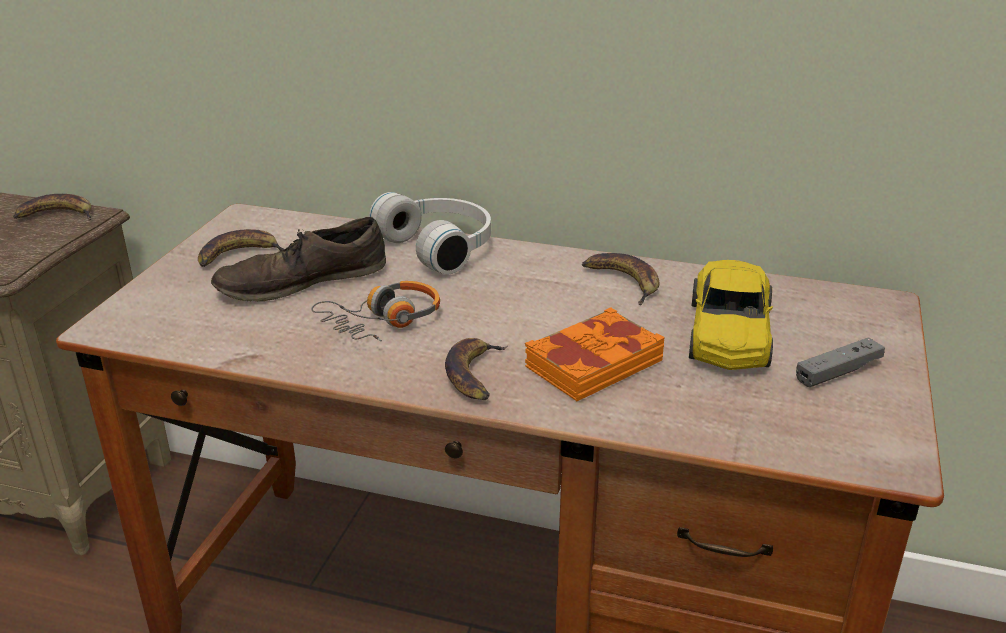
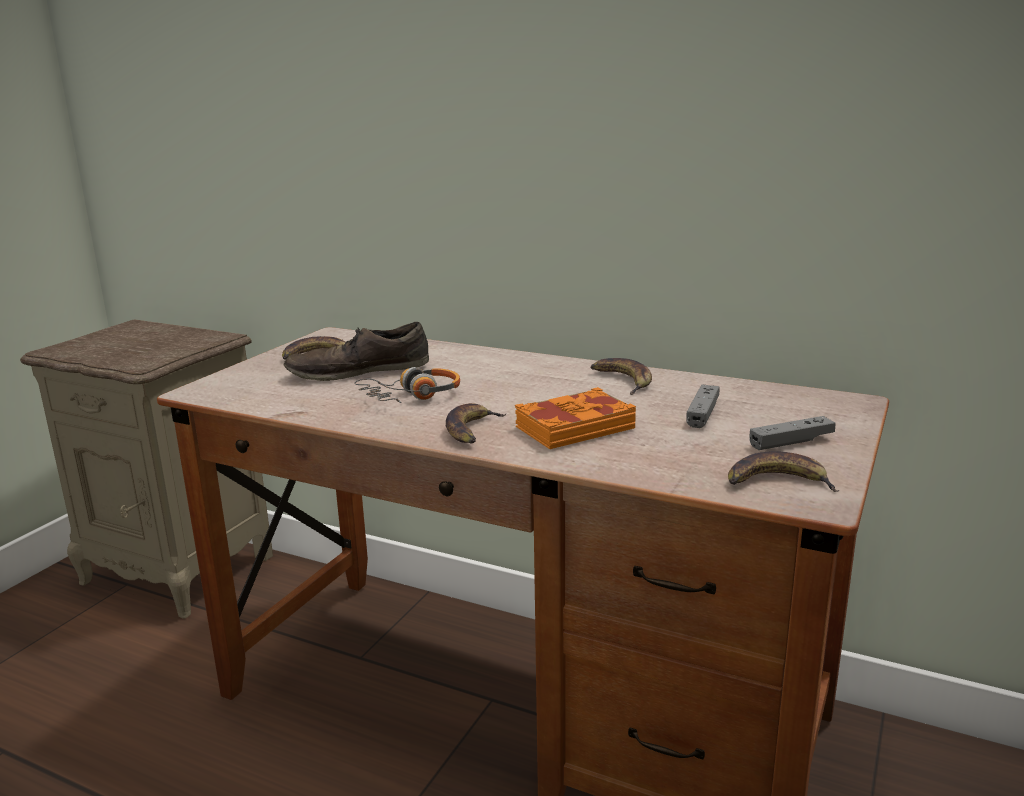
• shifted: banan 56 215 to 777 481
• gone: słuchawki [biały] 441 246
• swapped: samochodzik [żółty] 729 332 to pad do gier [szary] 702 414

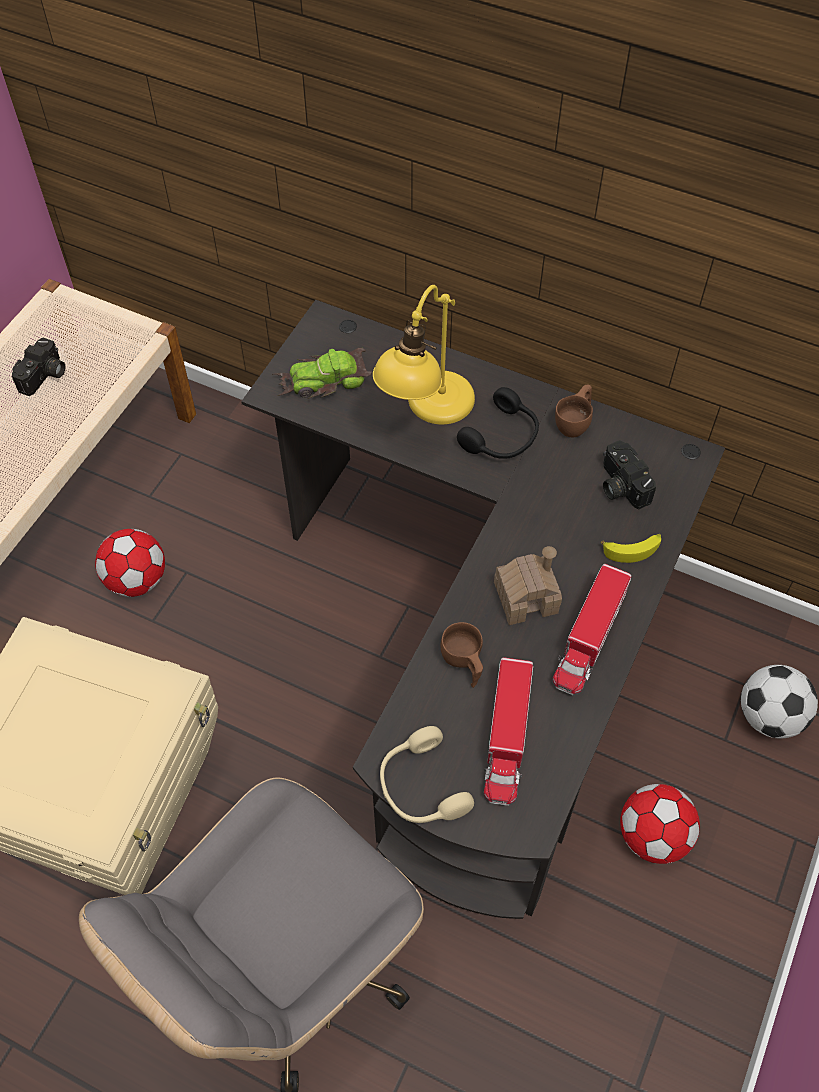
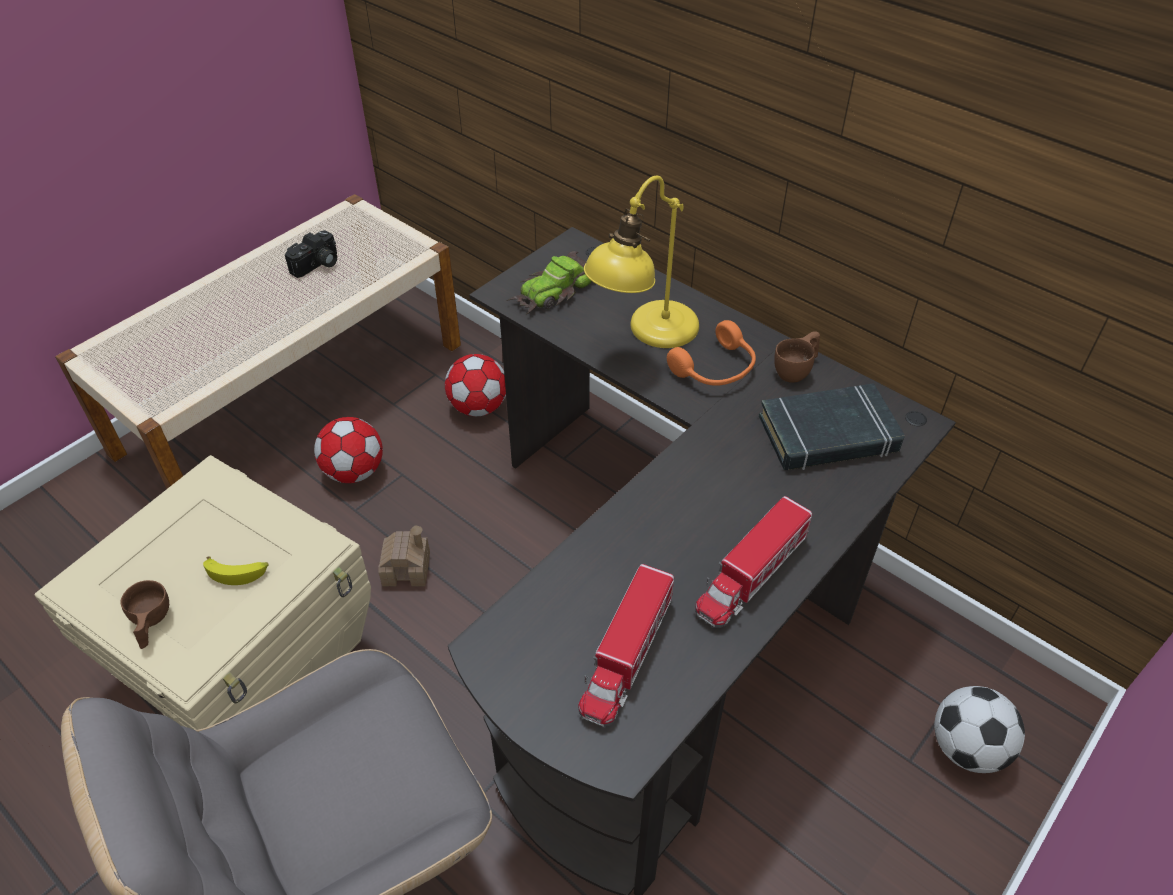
• rotated: samochodzik 323 381 = 554 291 45 degrees counterclockwise
• gone: słuchawki [beżowy] 420 786
• shifted: filiżanka [brązowy] 463 663 to 151 624
• repainted: słuchawki [czarny] 502 437 to słuchawki [pomarańczowy] 716 369
• shifted: domek 526 598 to 406 569
• shifted: banan 632 549 to 238 572
• swapped: aparat fotograficzny 620 485 to książka [czarny] 828 435
• shifted: piłka futbolowa 652 836 to 478 407

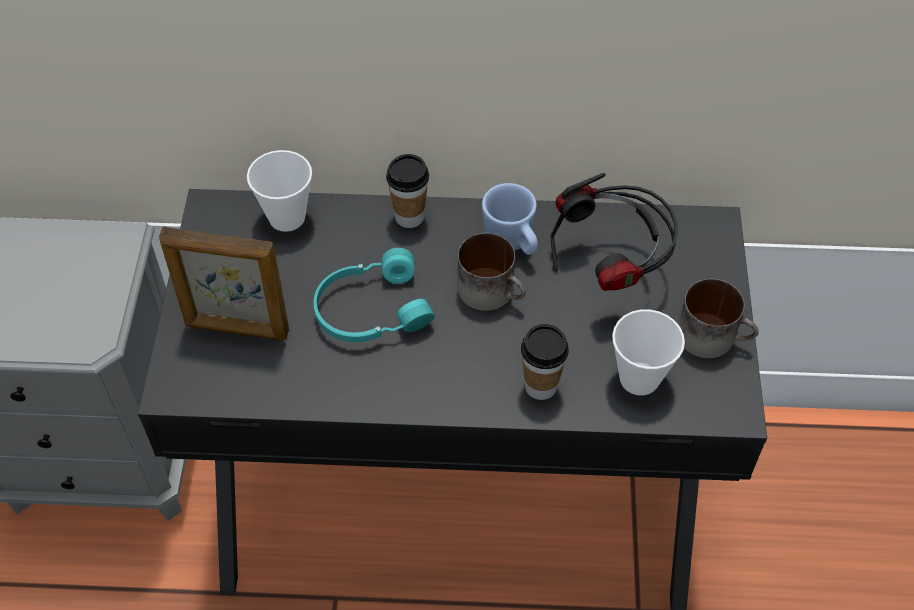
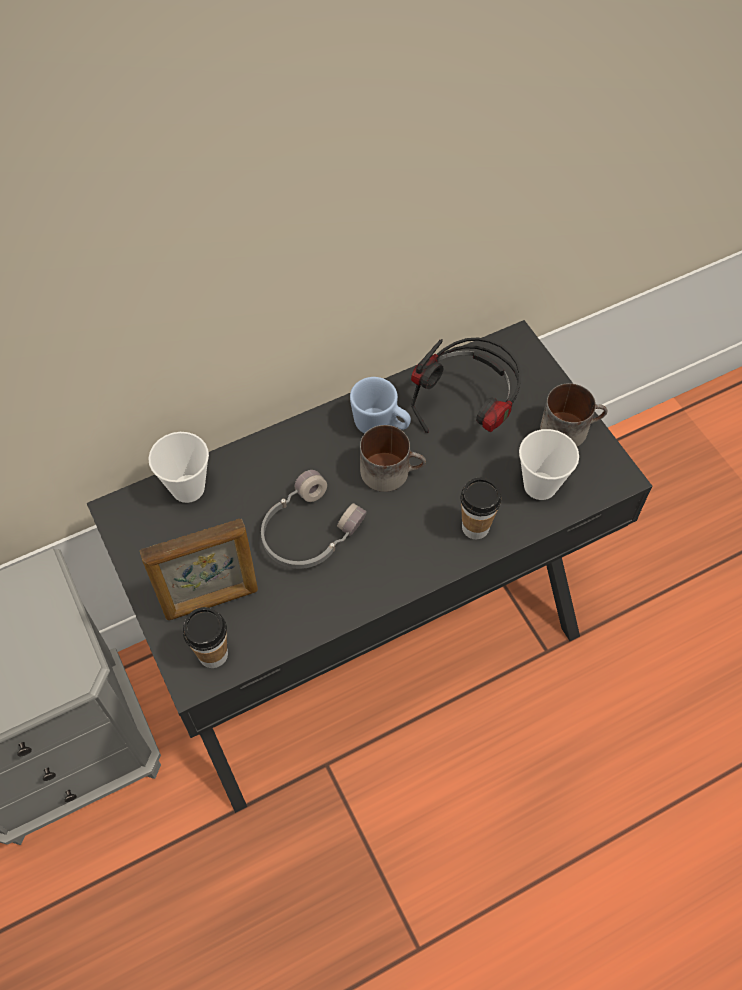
• repainted: słuchawki [turkusowy] 370 309 to słuchawki [szary] 308 531
• shifted: filiżanka 409 217 to 213 654

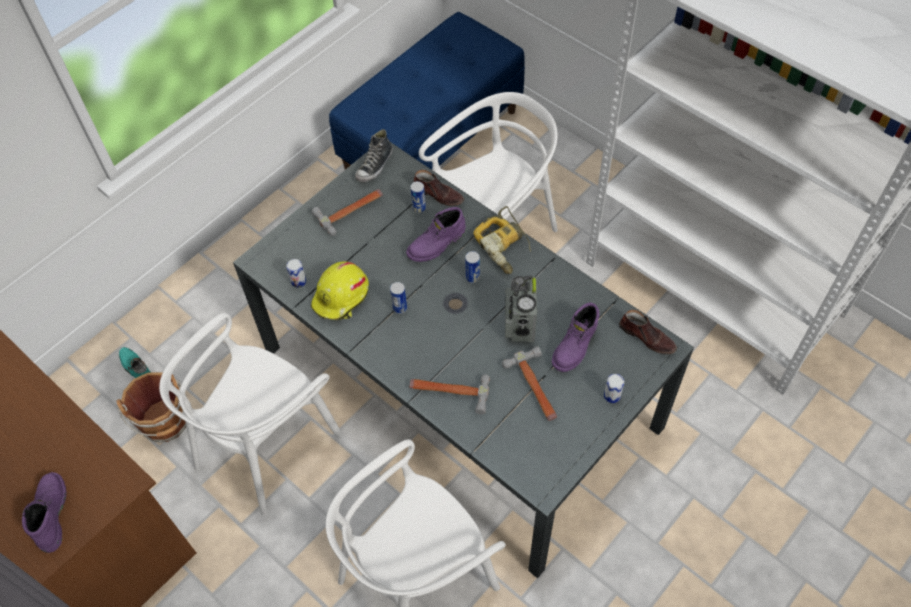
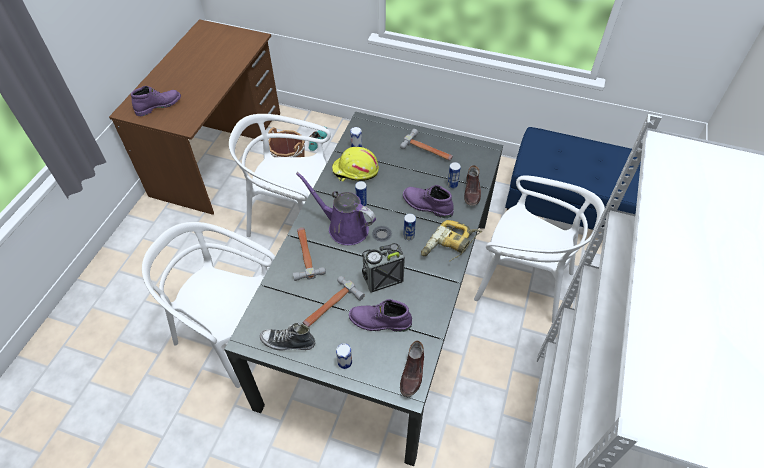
• shifted: but 375 166 to 288 342
• new: konewka [fioletowy] 344 227

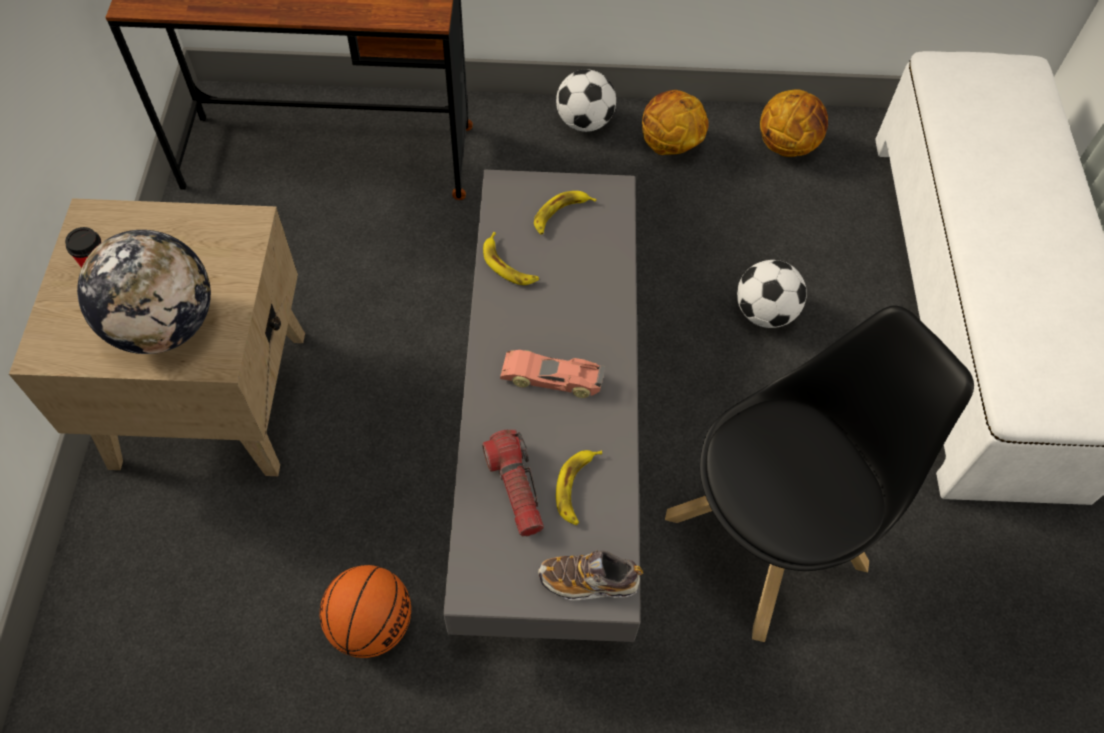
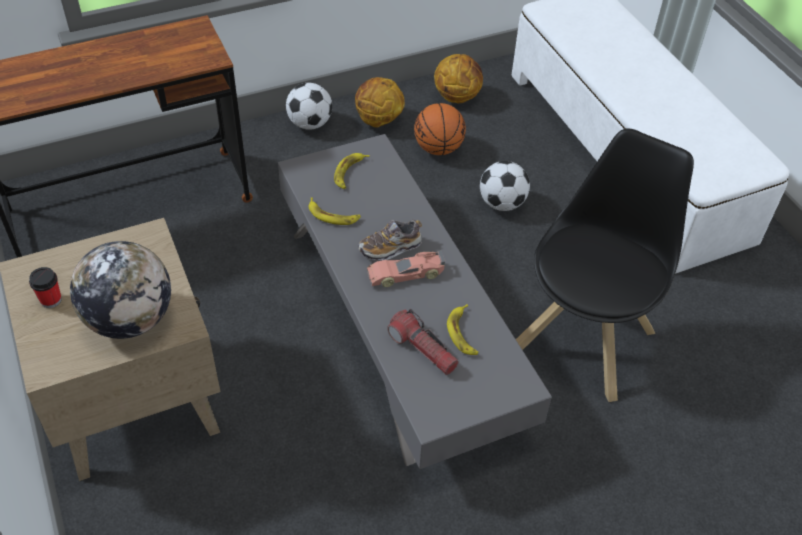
• shifted: piłka do koszykówki 371 624 to 438 148
• shifted: but 589 581 to 390 248

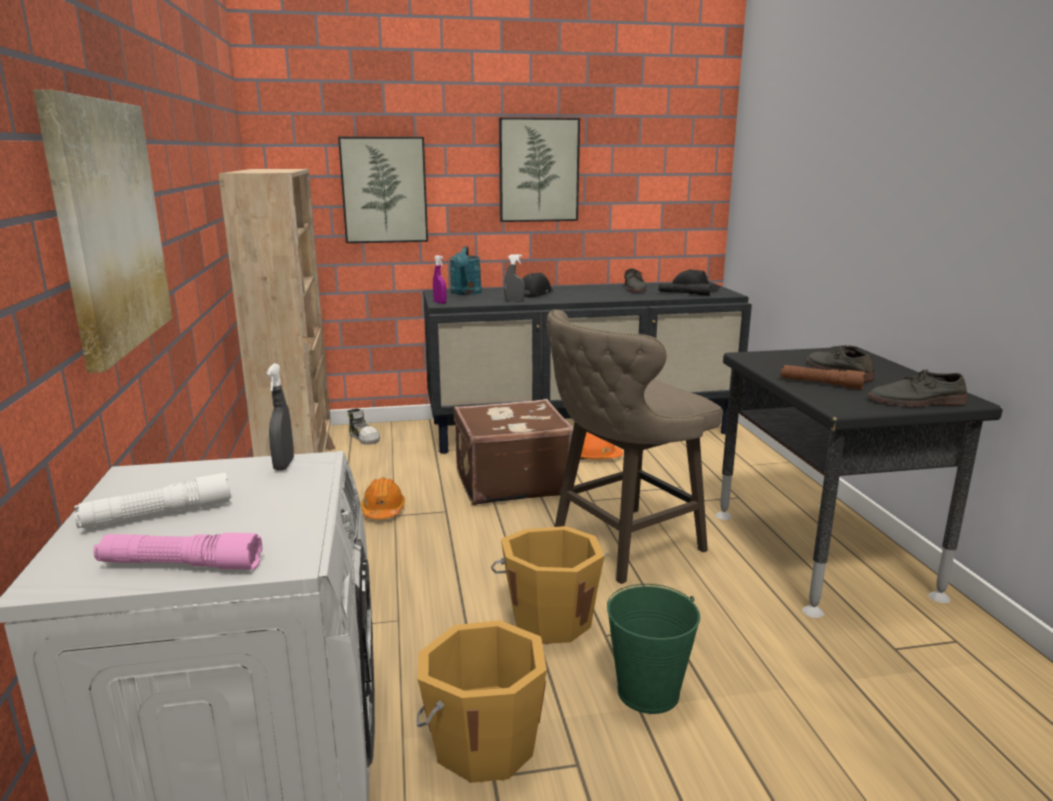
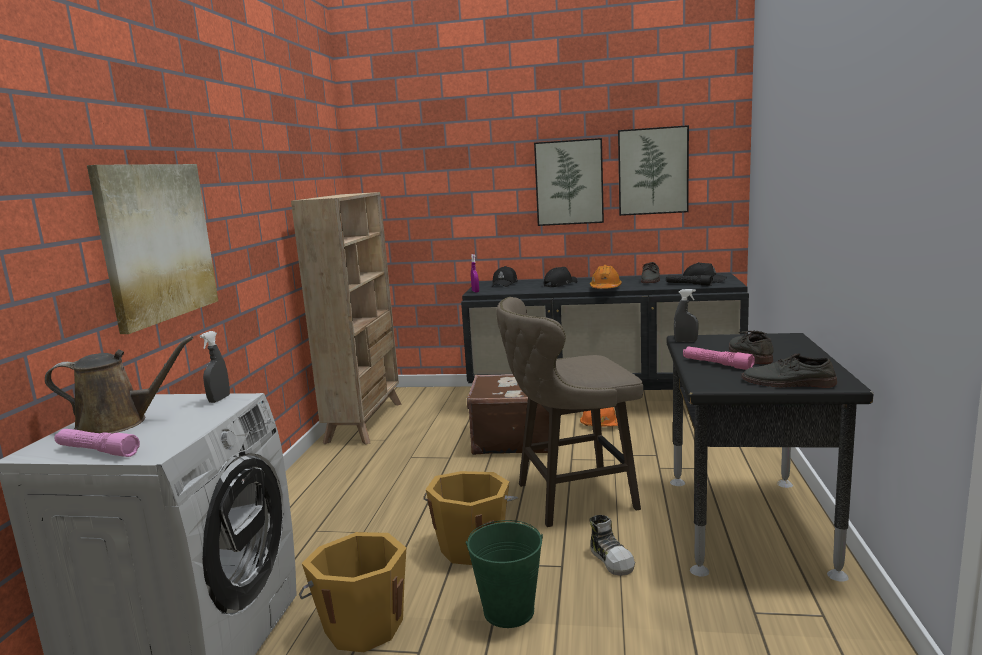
• swapped: latarka [biały] 157 515 to konewka [brązowy] 119 423
• shifted: obraz 384 190 to 652 171
• shifted: but 364 437 to 611 559
• shifted: kask [pomarańczowy] 383 510 to 605 288
• swapped: konewka [turkusowy] 465 293 to czapka z daszkiem [czarny] 505 284
• shifted: spryskiwacz [szary] 514 301 to 686 341
• repainted: latarka [brązowy] 820 384 to latarka [różowy] 717 364

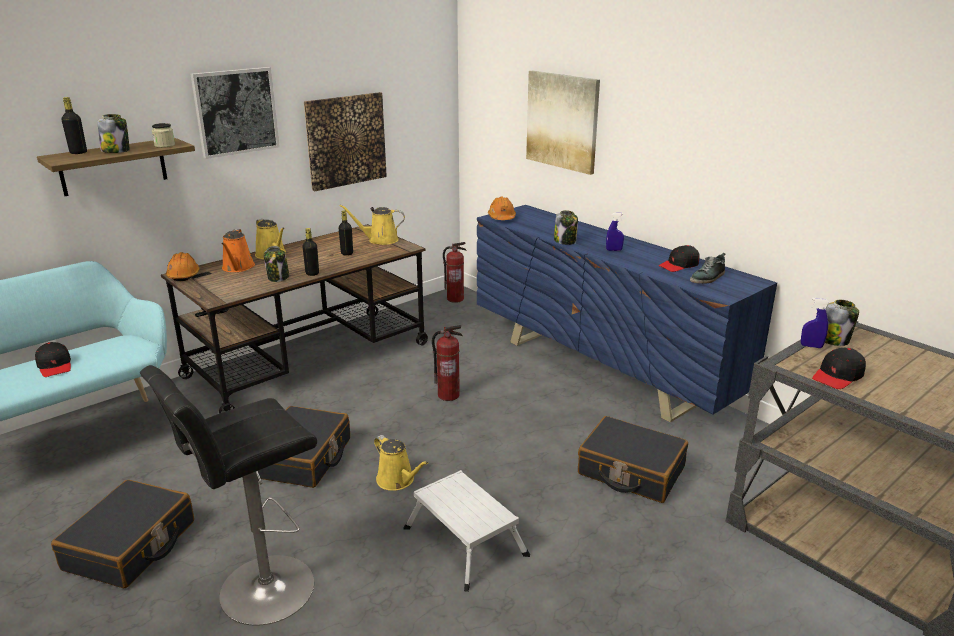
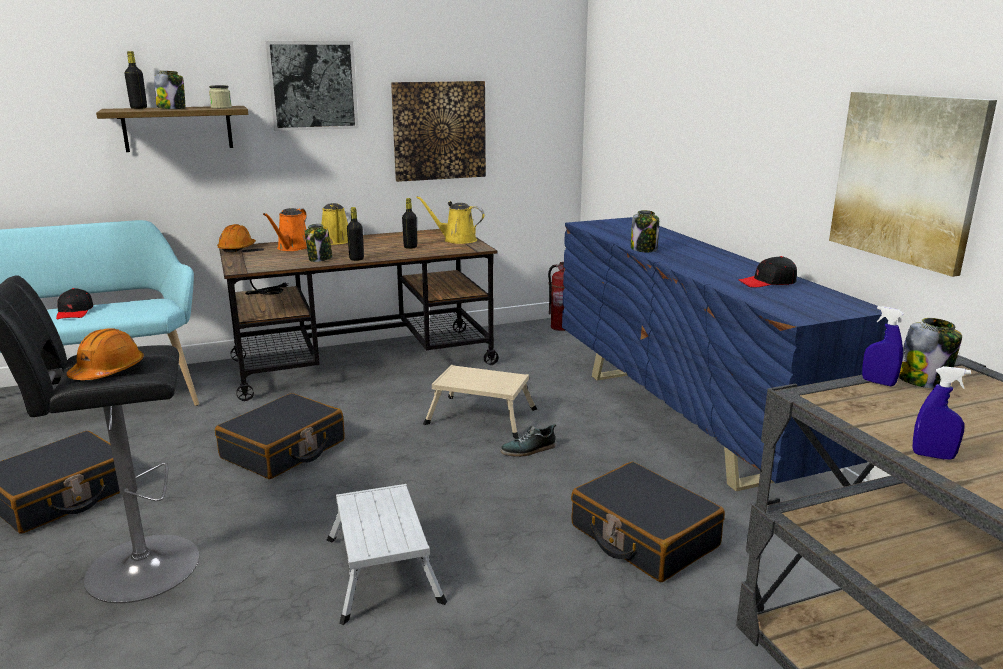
• gone: konewka [żółty] 397 480
• swapped: gaśnica 448 395 to drabinka [beżowy] 482 416
• shifted: kask [pomarańczowy] 501 218 to 108 371
• shifted: obraz 562 121 to 906 178
• shifted: spryskiwacz [niebieski] 614 250 to 933 456
• shifted: but 708 278 to 528 450
• gone: czapka z daszkiem [czarny] 838 376

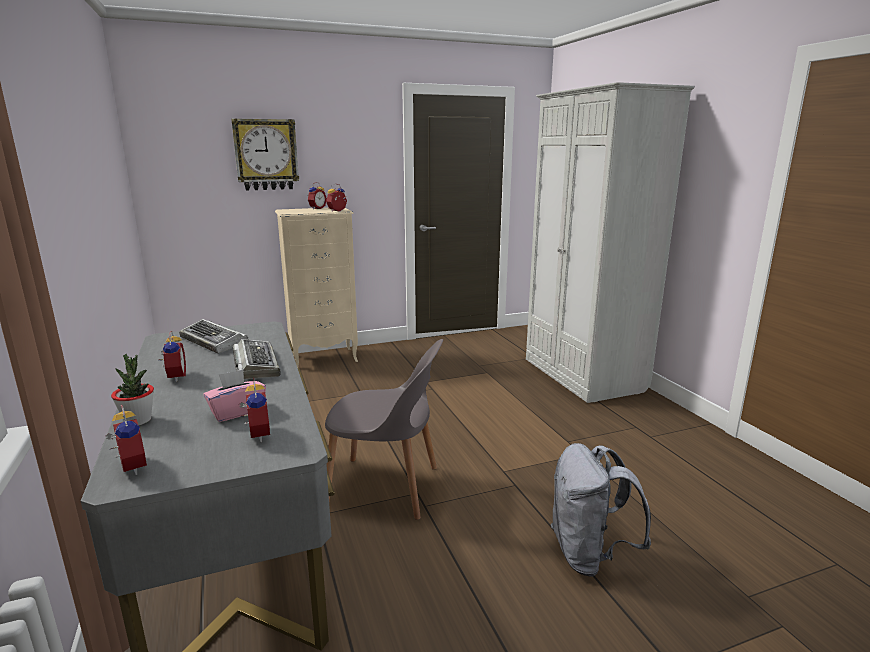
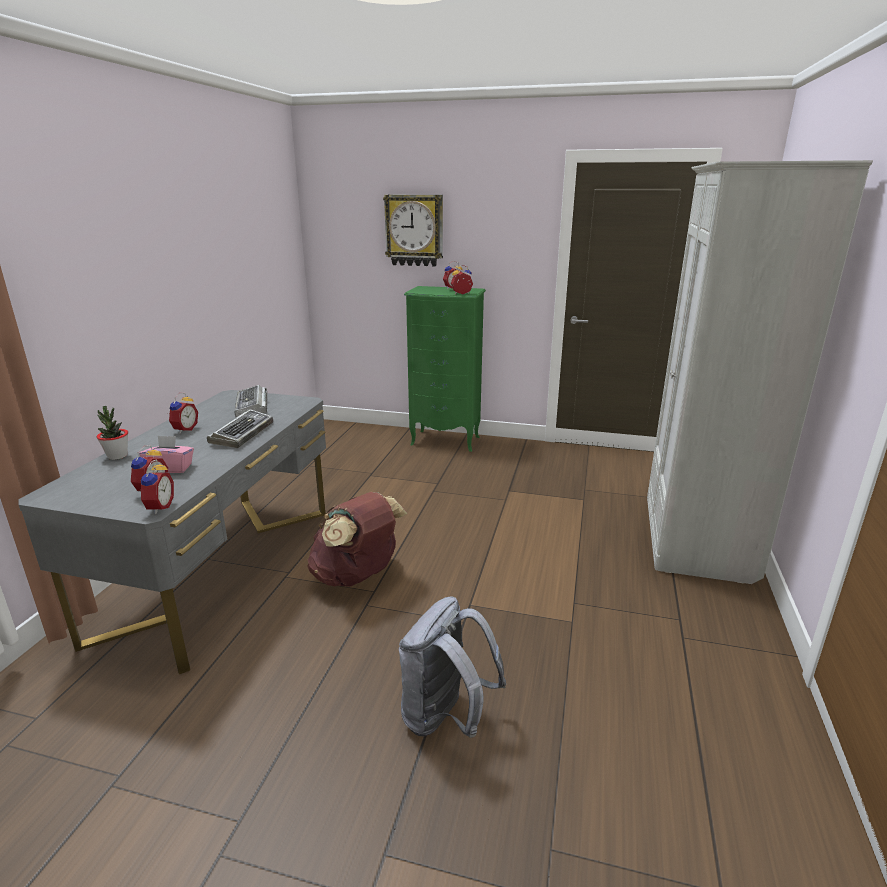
• shifted: budzik 129 468 to 158 507
• repainted: komoda [beżowy] 324 359 to komoda [zielony] 444 441
• swapped: krzesło [szary] 386 487 to plecak [brązowy] 357 576

